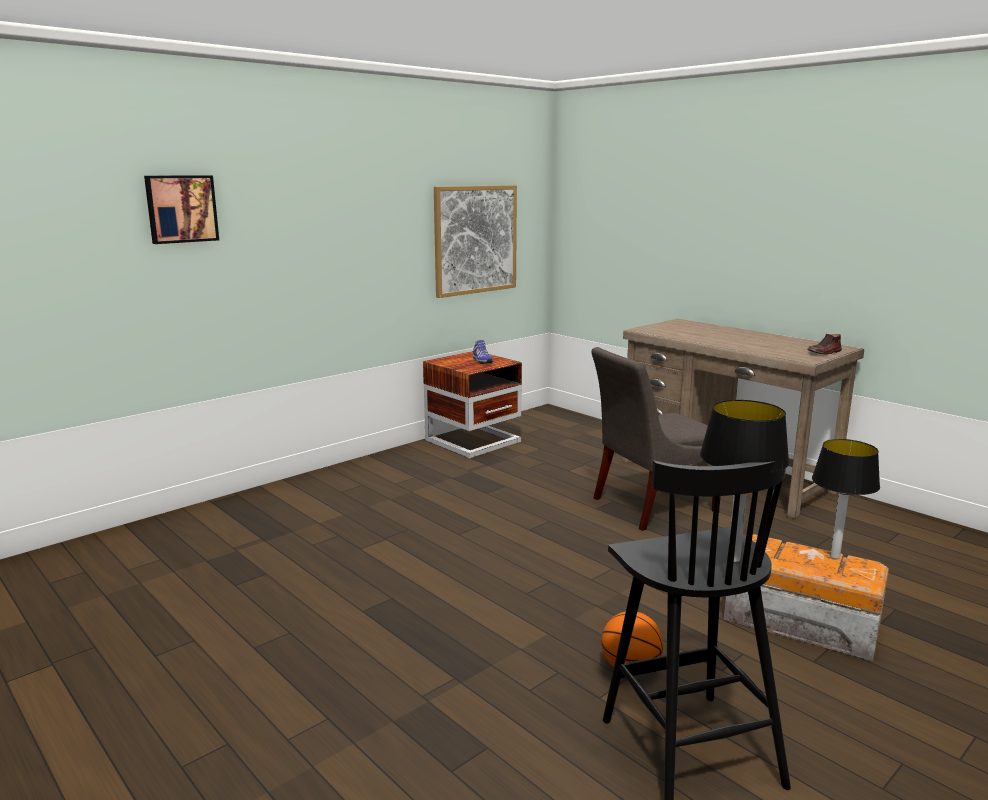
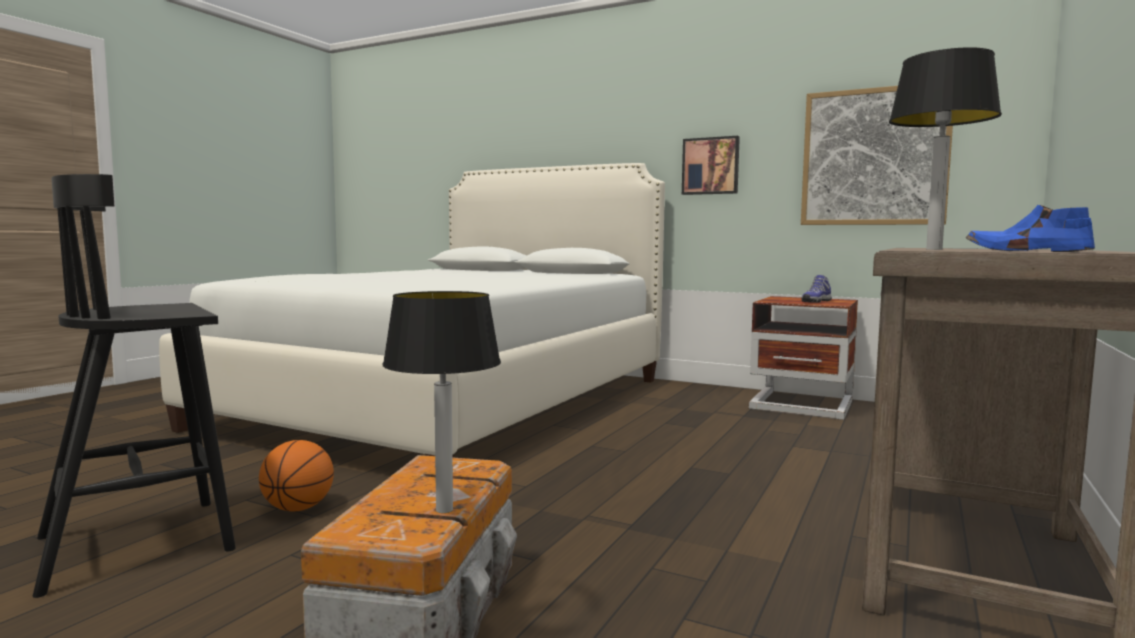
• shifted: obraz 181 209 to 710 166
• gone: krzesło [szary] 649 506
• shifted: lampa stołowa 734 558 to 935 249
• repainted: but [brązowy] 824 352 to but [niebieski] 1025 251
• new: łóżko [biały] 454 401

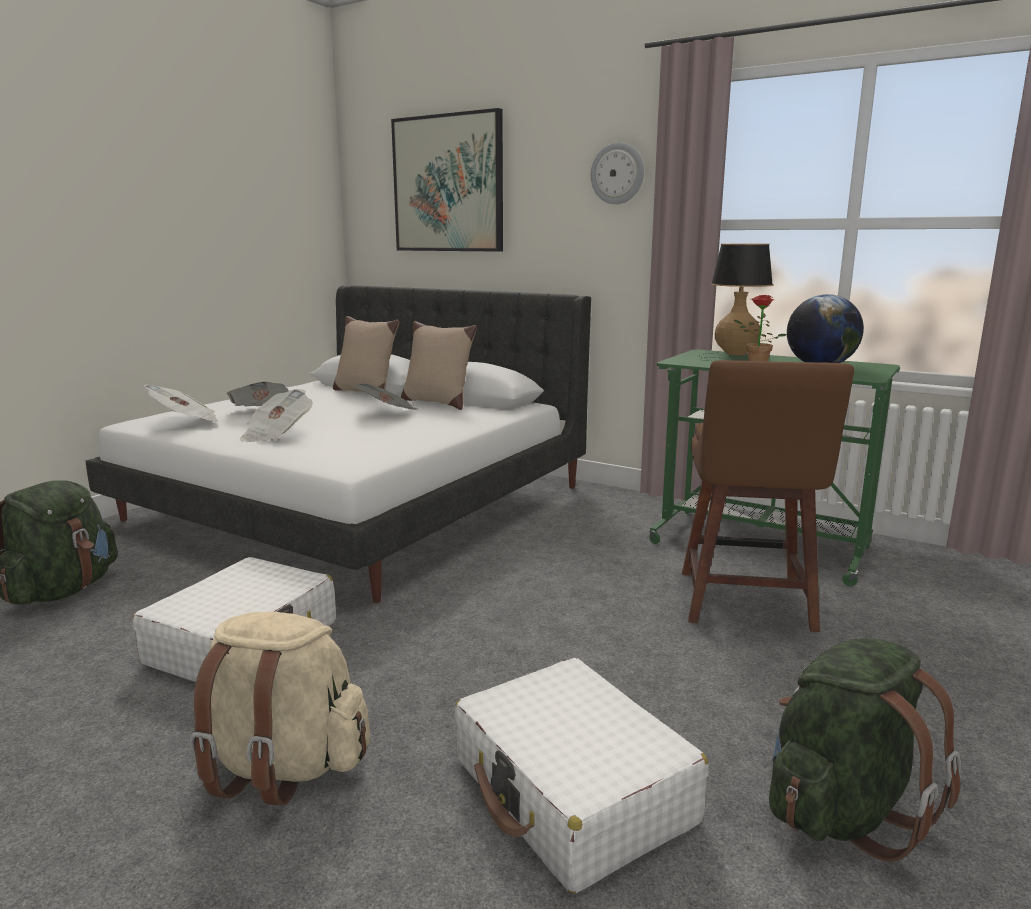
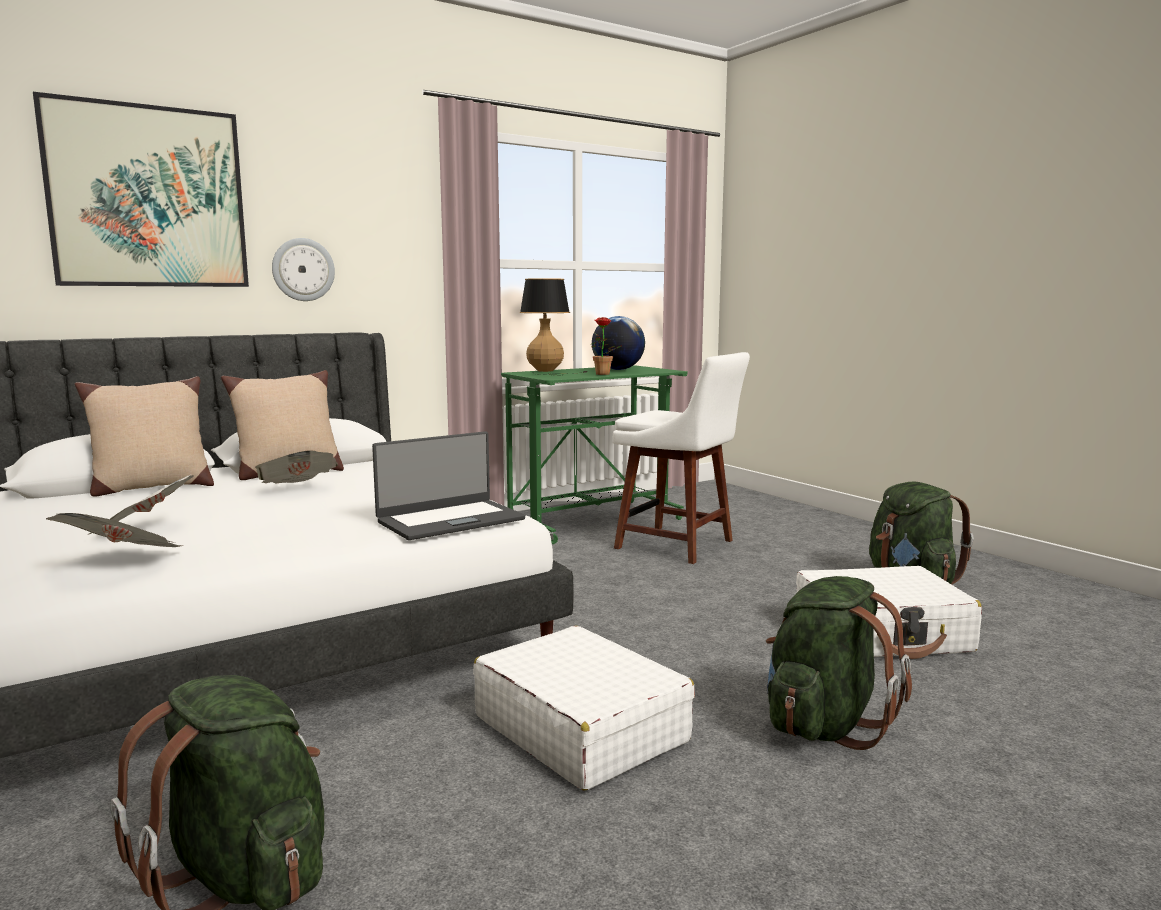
• repainted: plecak [beżowy] 283 767 to plecak [zielony] 824 724
• gone: gazeta 276 435
• shifted: zegar ścienny 617 173 to 303 269
• repainted: stołek [brązowy] 745 603 to stołek [biały] 679 545
• new: laptop 450 520

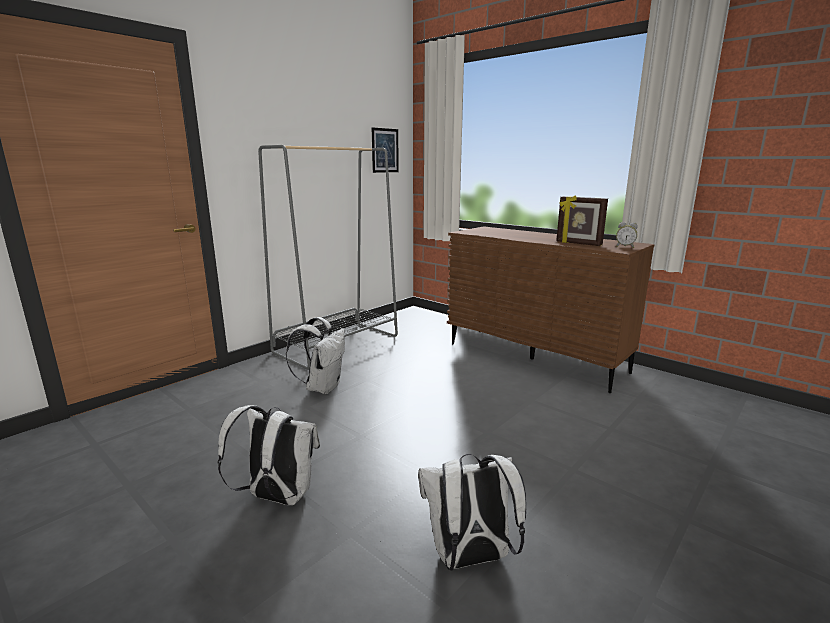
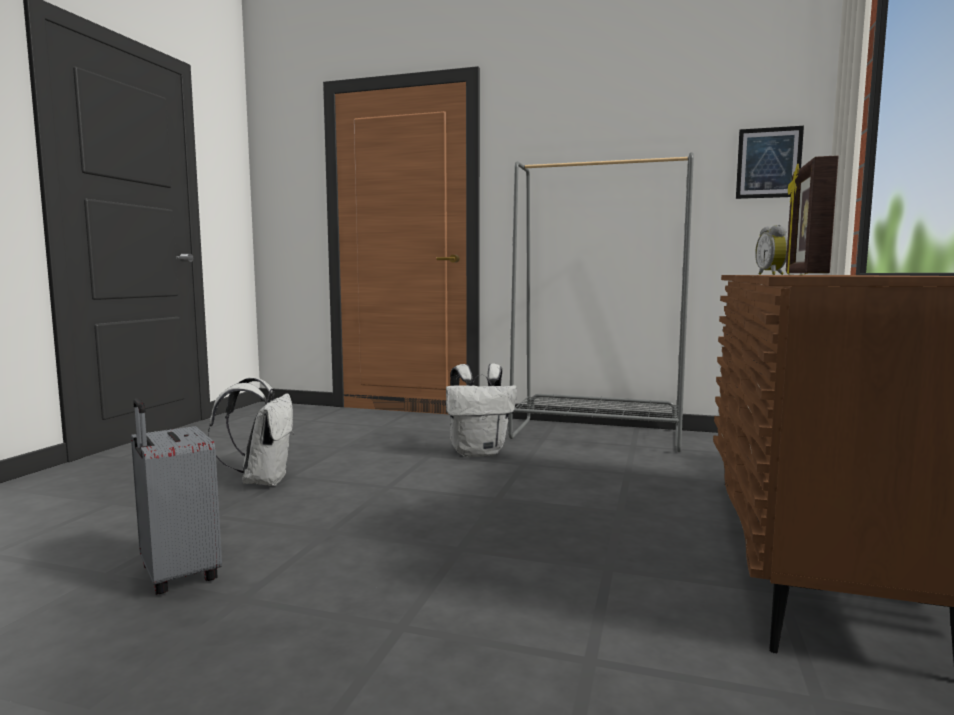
• swapped: plecak [biały] 469 558 to walizka [szary] 177 575
• shifted: budzik 625 247 to 772 274

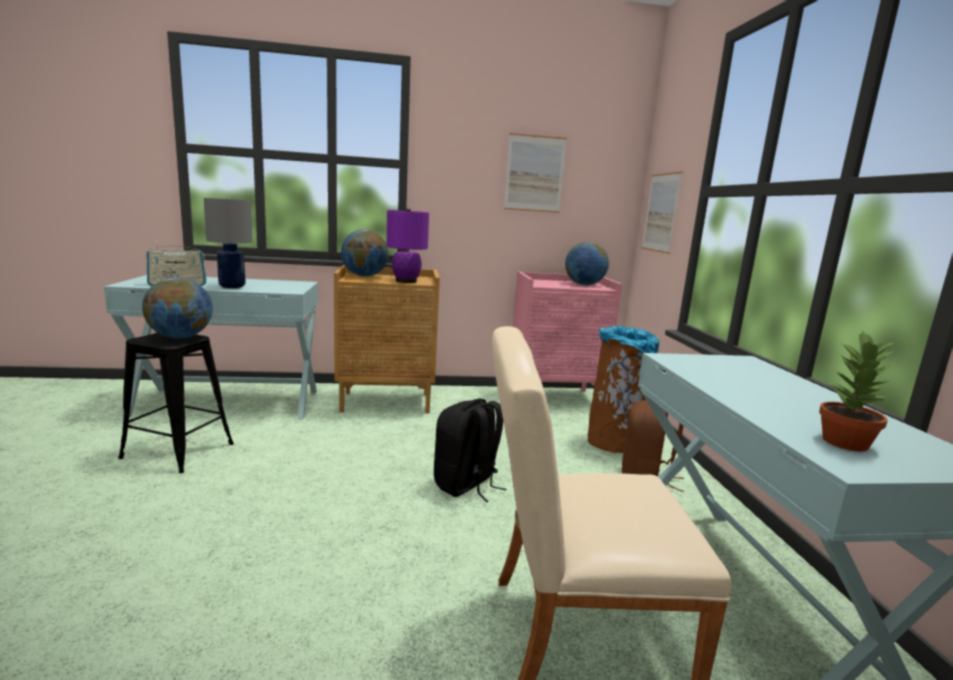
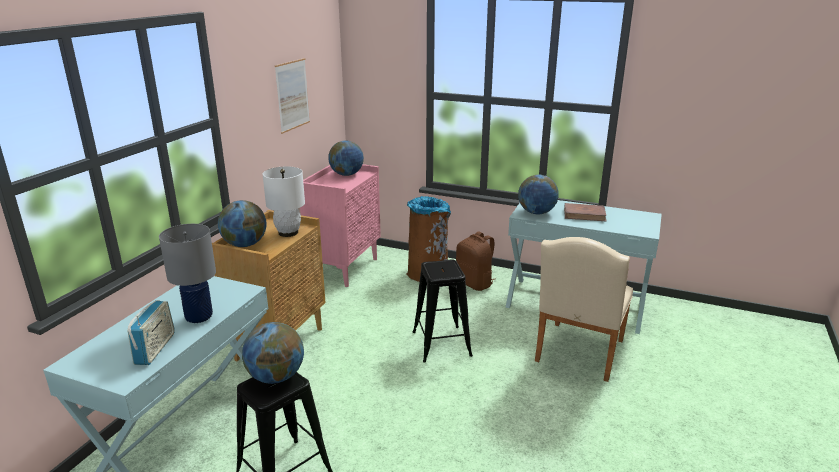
• repainted: lampa stołowa [fioletowy] 406 281 to lampa stołowa [biały] 288 233
• swapped: plecak [czarny] 467 485 to stołek [czarny] 441 343
• gone: obraz 661 212
• gone: roślina doniczkowa 845 442
• new: globus 536 213
• new: książka [brązowy] 584 215

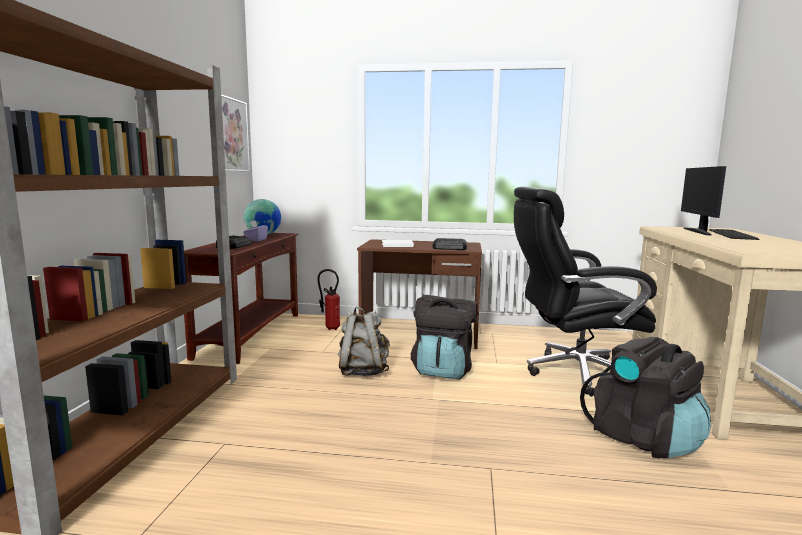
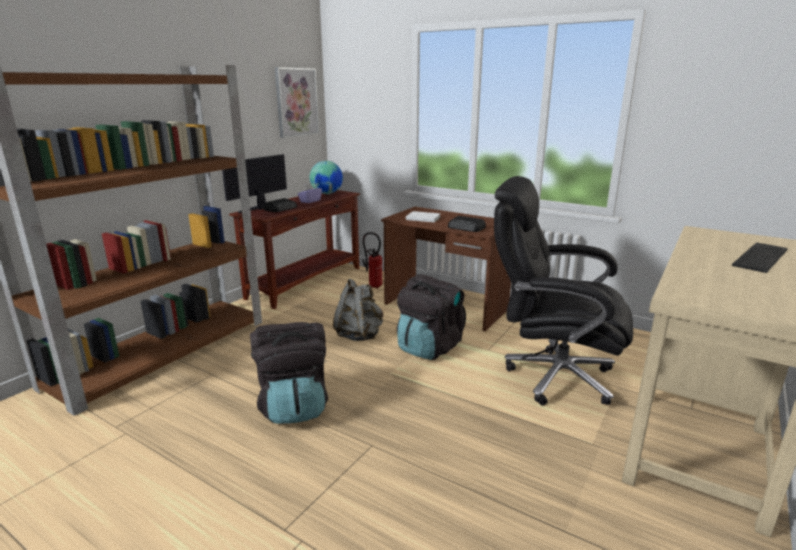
• shifted: plecak [czarny] 643 438 to 294 405
• shifted: monitor 698 231 to 260 208

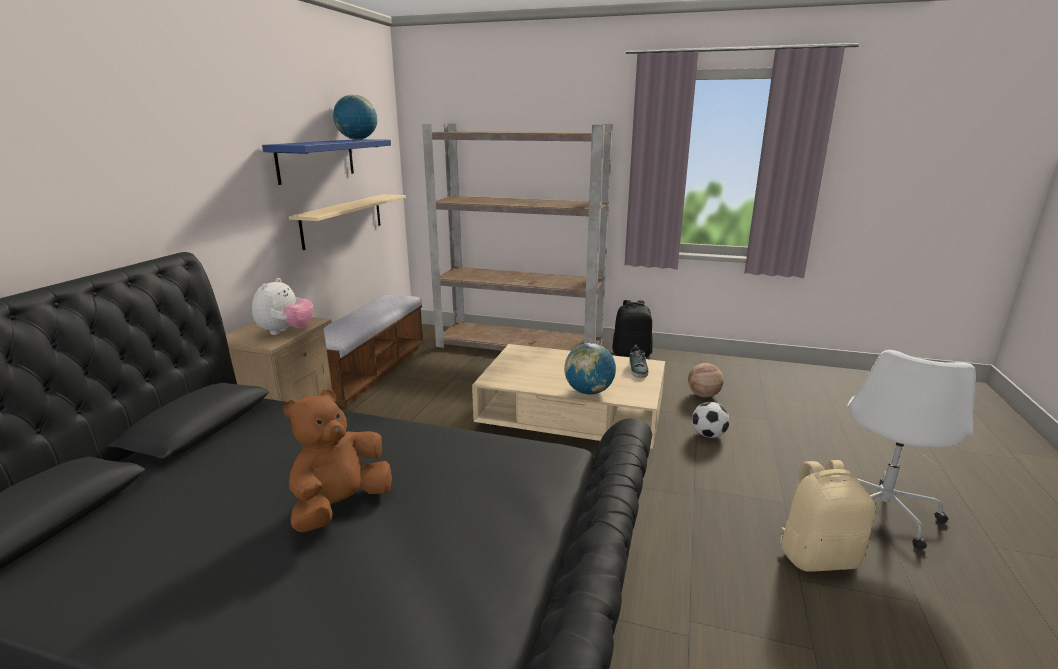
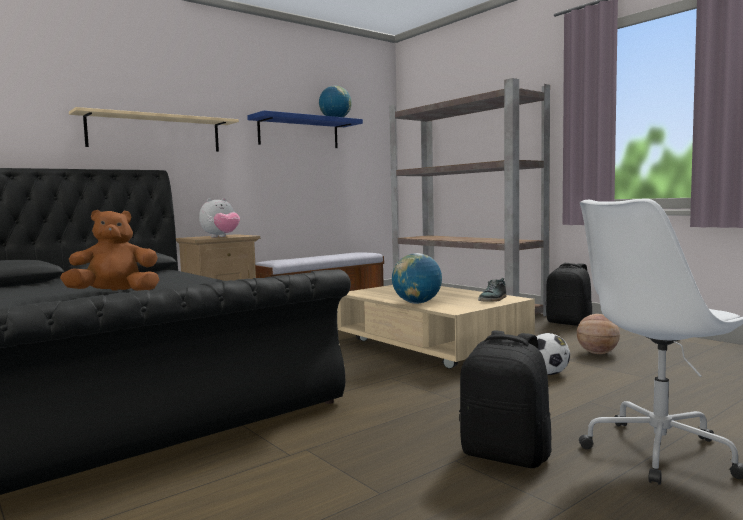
• shifted: półka [beżowy] 343 220 to 155 133
• repainted: plecak [beżowy] 818 556 to plecak [czarny] 506 455

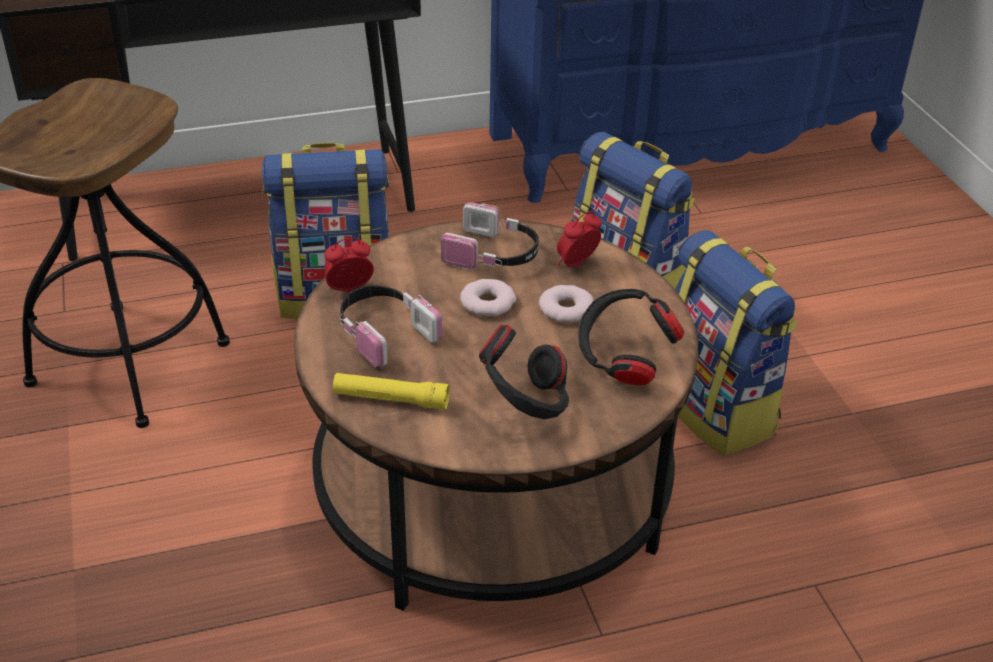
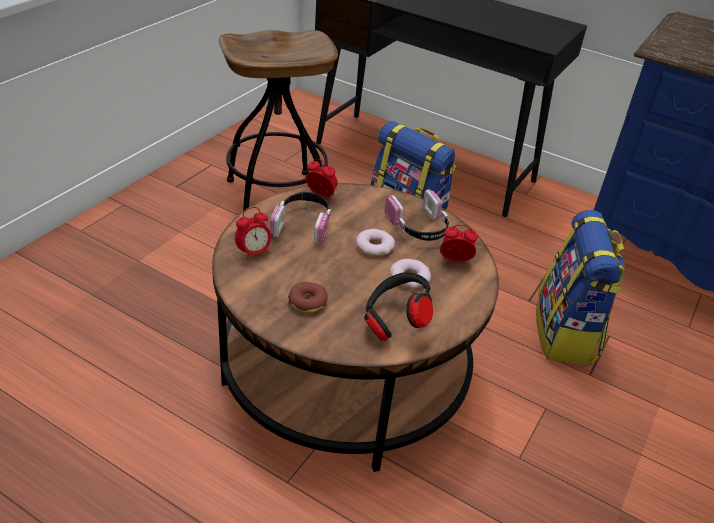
• swapped: latarka [żółty] 391 399 to budzik 253 253
• swapped: słuchawki [czarny] 525 404 to donut 307 302
• gone: plecak 716 410

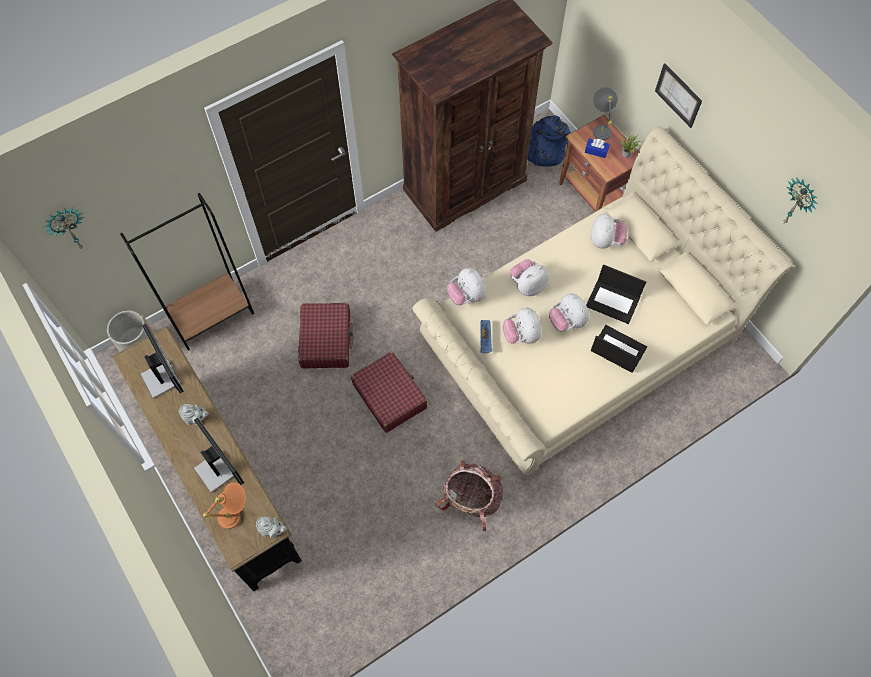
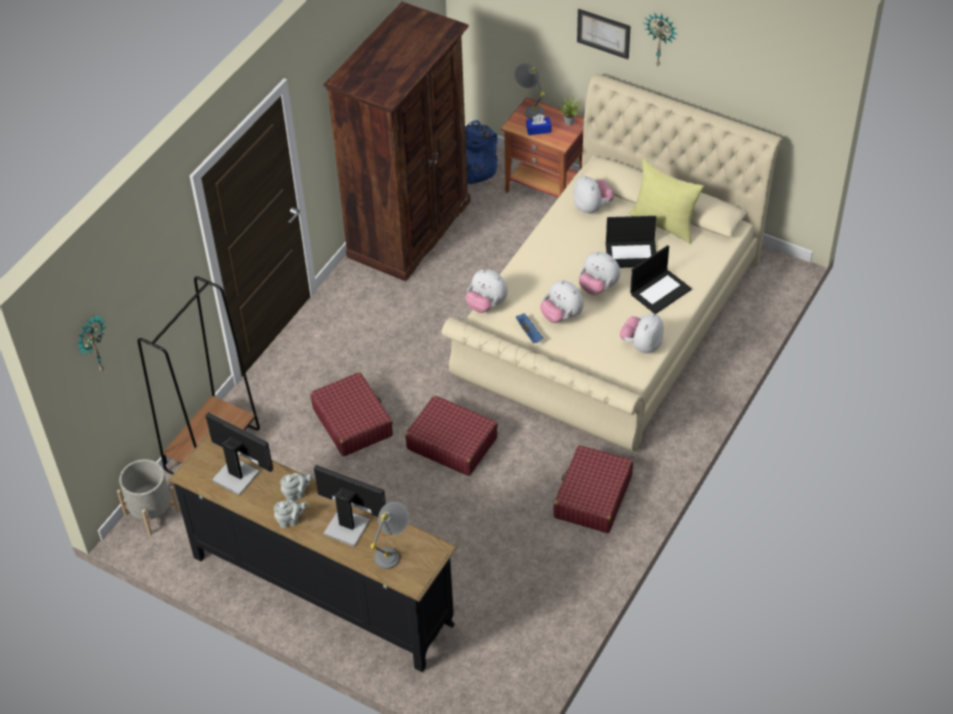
• repainted: lampa stołowa [pomarańczowy] 237 514 to lampa stołowa [szary] 392 552
• shifted: imbryk [szary] 272 530 to 290 520
• swapped: plecak 471 500 to walizka [czerwony] 592 497
• shifted: pluszak 527 285 to 641 345
• rotated: laptop 617 349 = 660 291 135 degrees clockwise
• shifted: zegar ścienny 798 202 to 661 38
• new: poduszka [żółty] 664 223

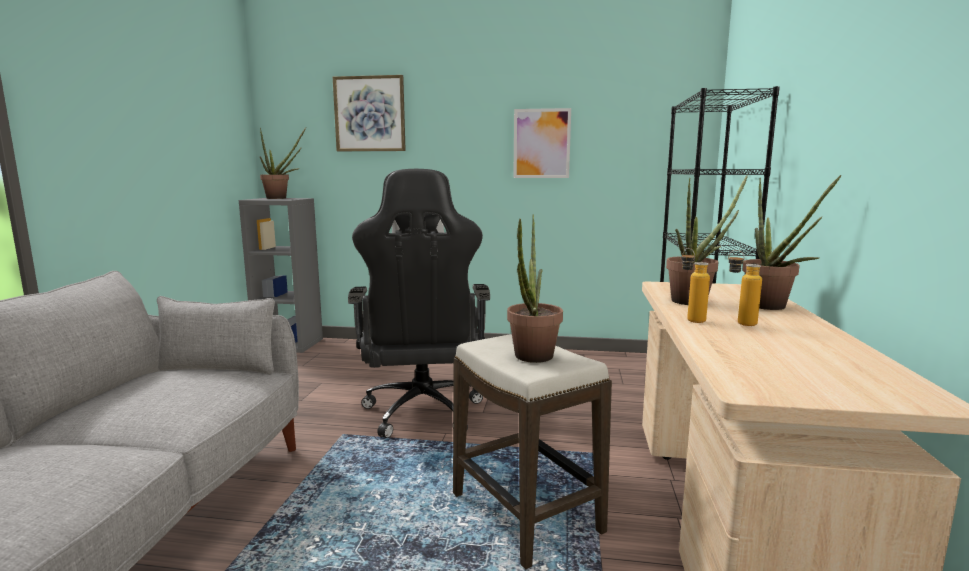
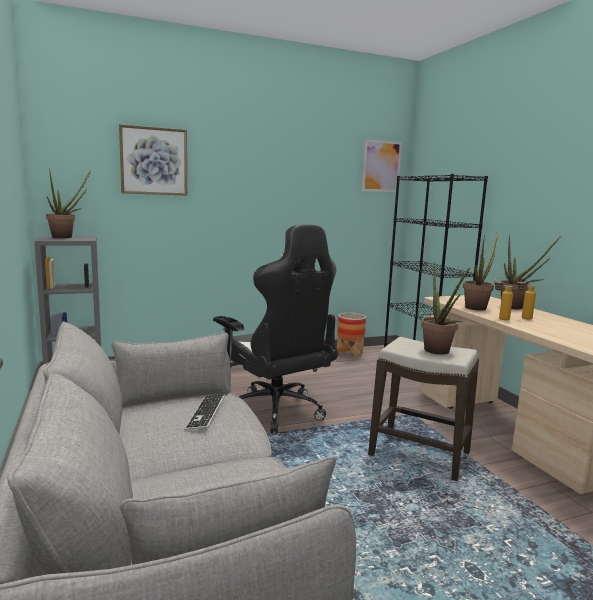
• shifted: obraz 541 143 to 381 166
• new: klawiatura 206 413
• new: donica 349 354

